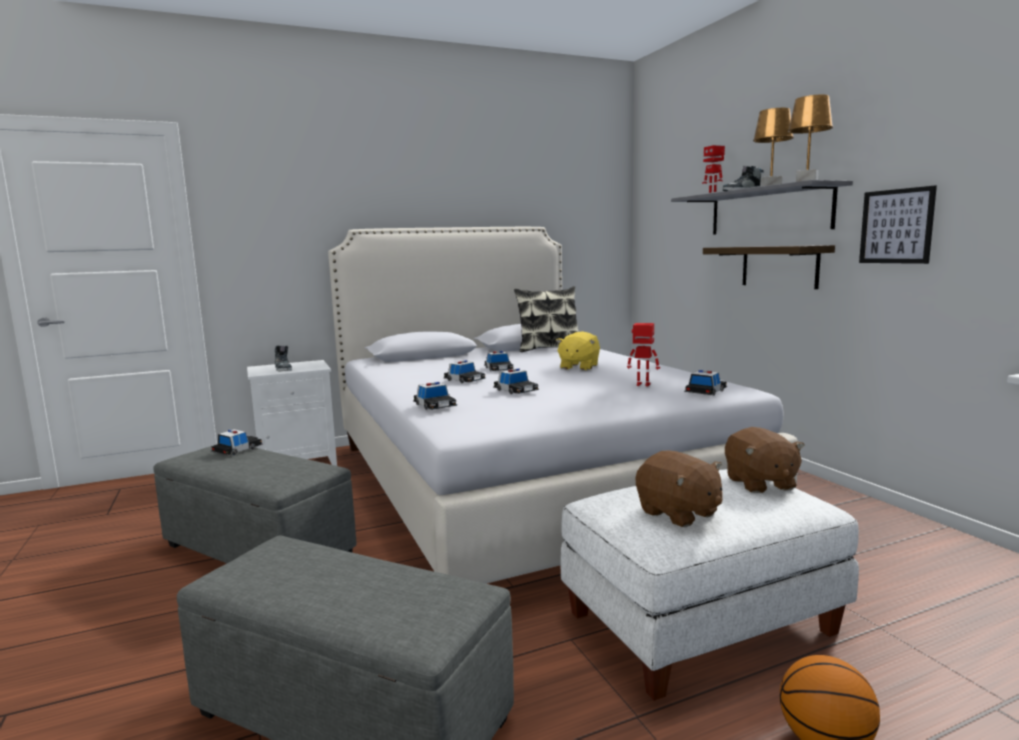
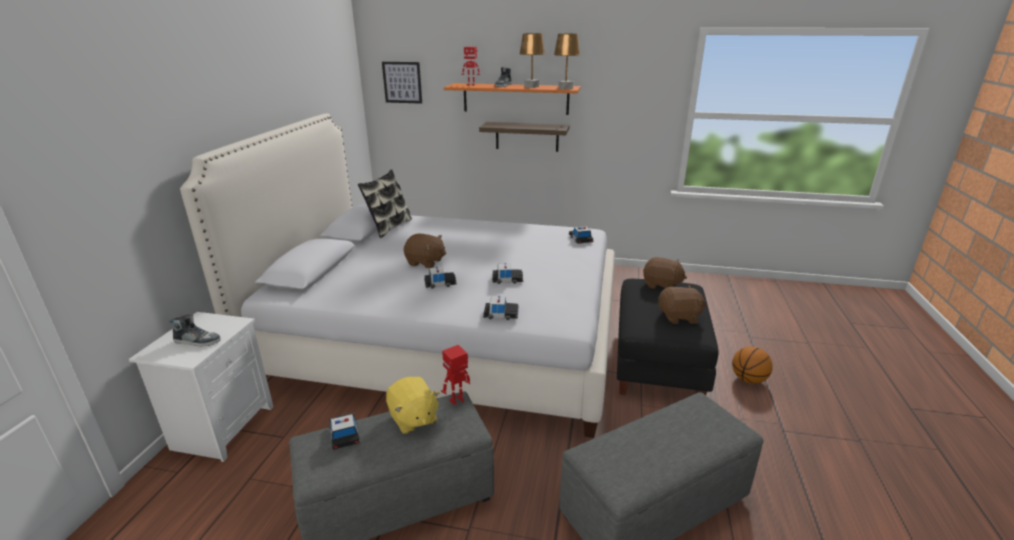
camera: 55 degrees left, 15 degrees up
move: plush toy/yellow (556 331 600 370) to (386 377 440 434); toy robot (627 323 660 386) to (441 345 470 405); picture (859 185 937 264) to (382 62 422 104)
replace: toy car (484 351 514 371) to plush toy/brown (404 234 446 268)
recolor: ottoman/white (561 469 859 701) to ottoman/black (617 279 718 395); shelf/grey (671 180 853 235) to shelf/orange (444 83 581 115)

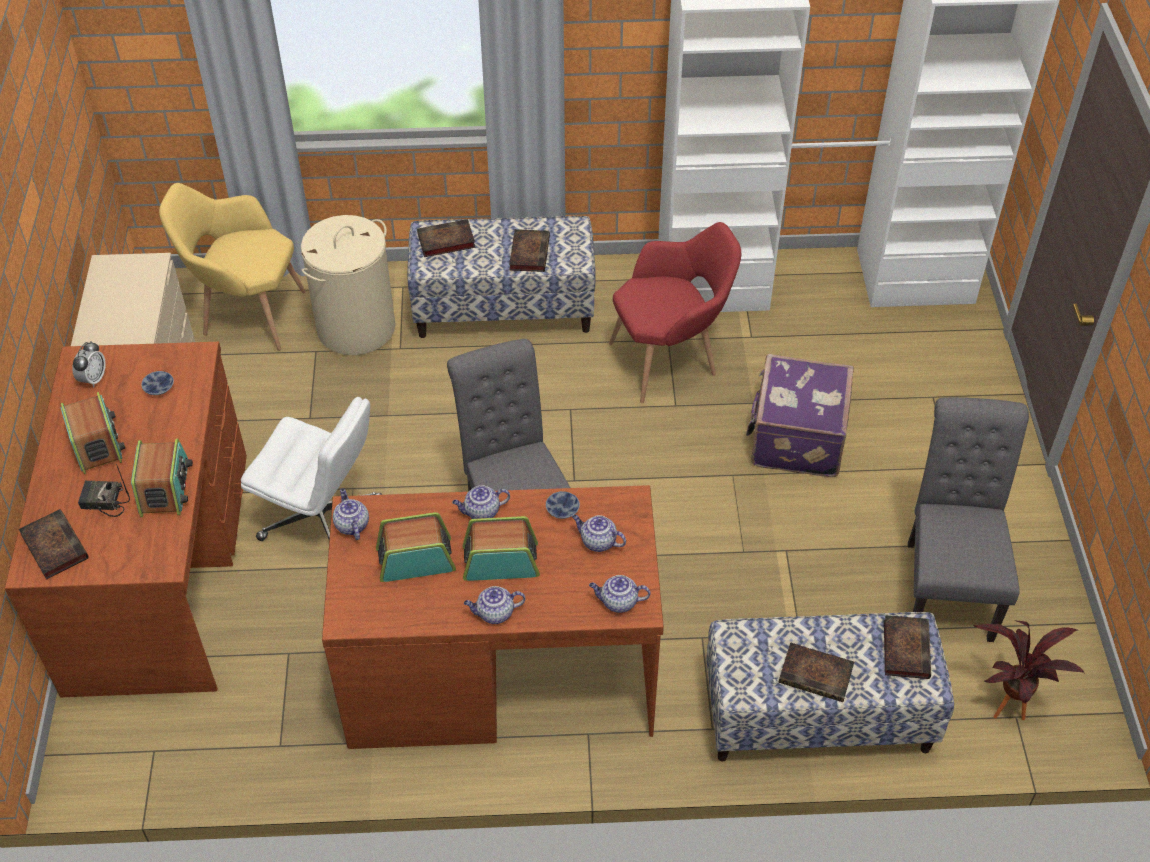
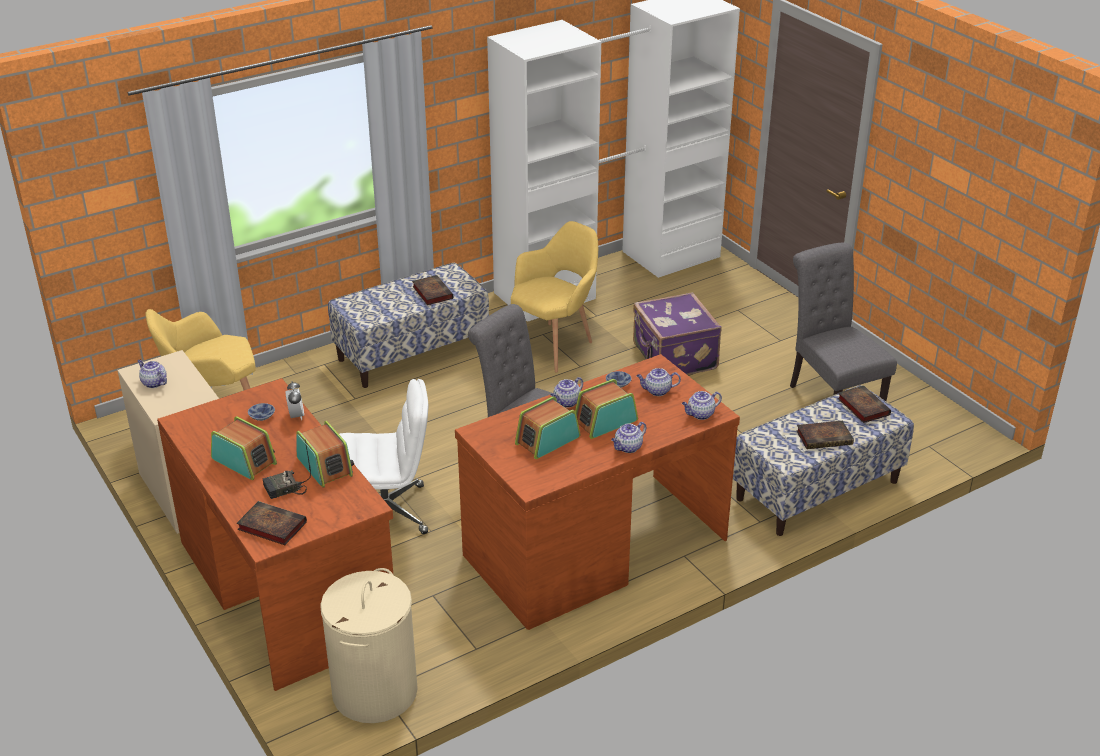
camera: 30 degrees left, 15 degrees down
delete: book (417 219 476 257); potted plant (973 620 1084 720)
move: alarm clock (72 341 106 388) to (285 381 304 420); laundry basket/beige (301 215 396 355) to (320 568 418 723); teapot (333 488 369 540) to (137 359 167 388)
recolor: armchair/red (609 222 741 403) to armchair/yellow (511 221 598 373)

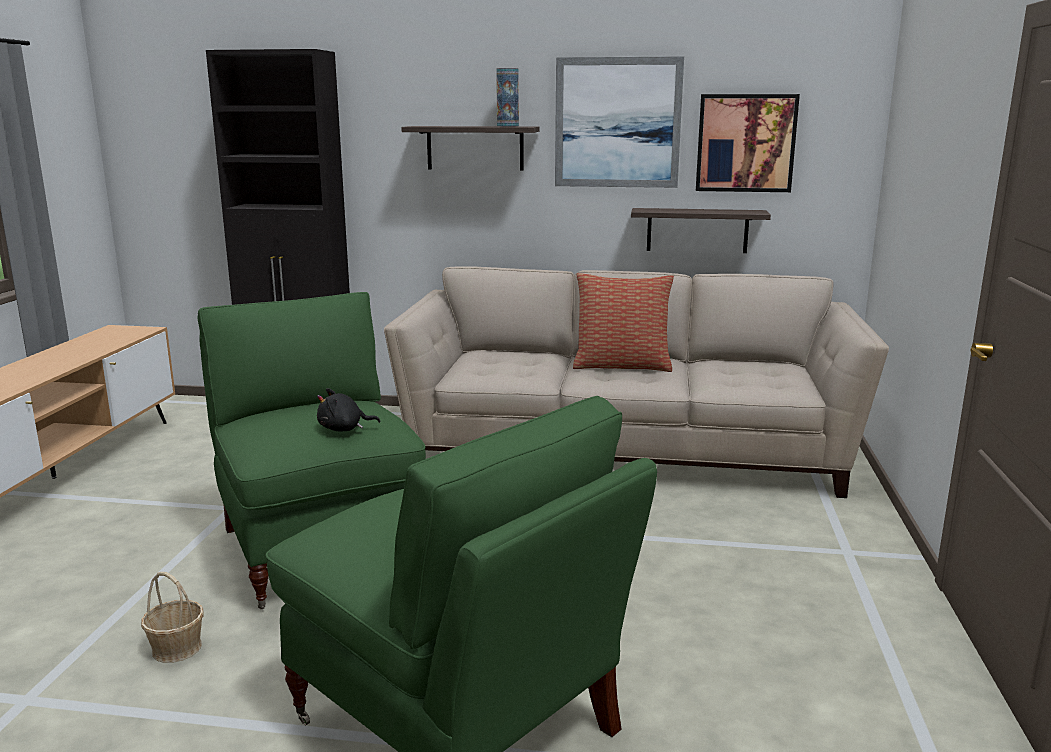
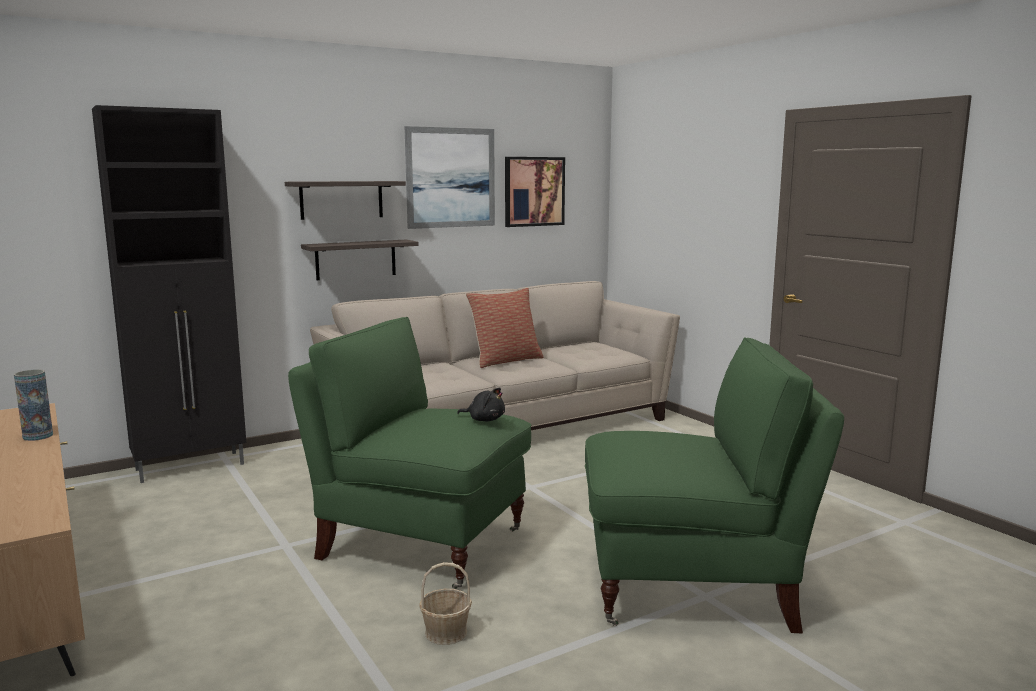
camera: 40 degrees left, 5 degrees down
move: vase (496 68 519 127) to (14 370 53 441); shelf (631 208 771 253) to (301 240 419 280)
rotate: plush toy/black (317 388 380 432) = (457 388 505 421) 105 degrees counterclockwise

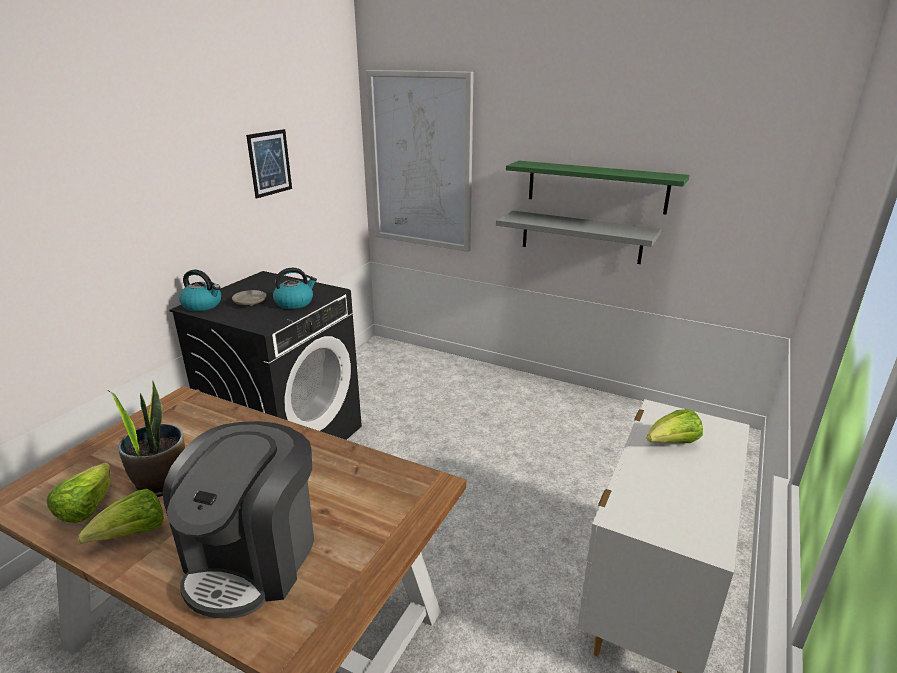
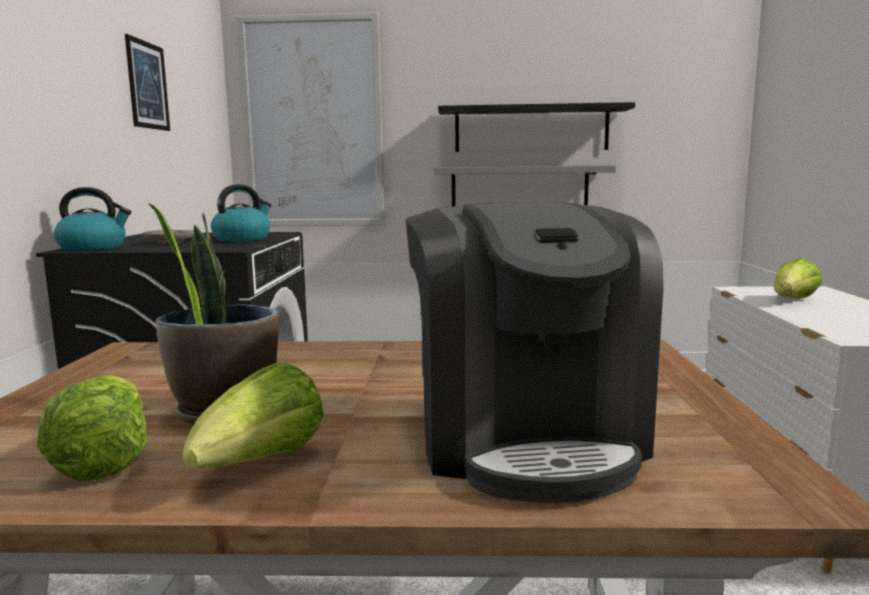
camera: 25 degrees left, 15 degrees down
recolor: shelf/green (506 161 690 214) to shelf/black (438 102 635 152)

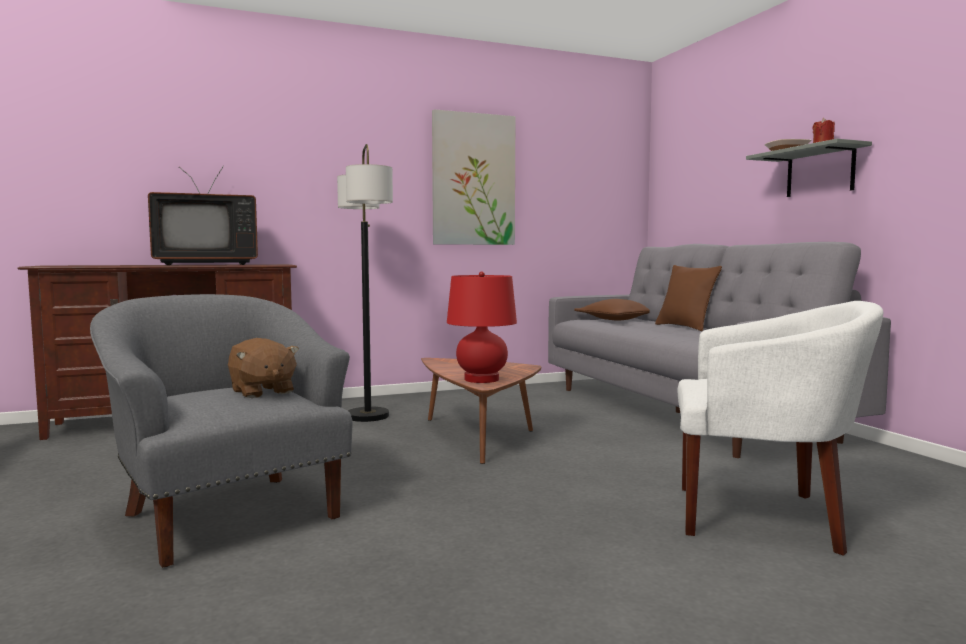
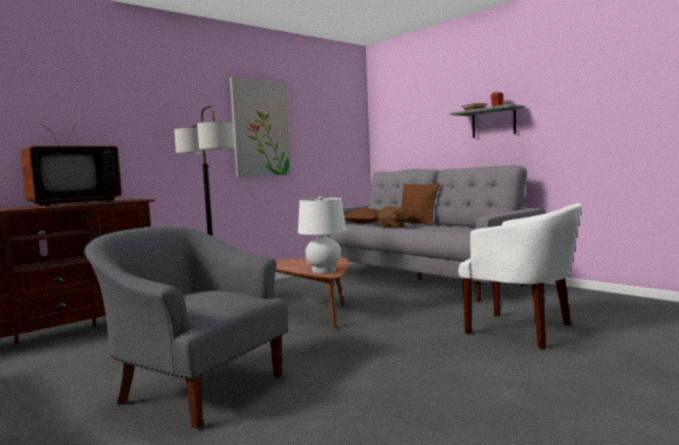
camera: 20 degrees left, 0 degrees up
move: plush toy/brown (228 338 299 398) to (377 206 408 228)
recolor: table lamp/red (447 271 517 383) to table lamp/white (298 196 346 273)
rotate: armchair/white (677 301 883 556) = (458 203 582 349) 45 degrees clockwise

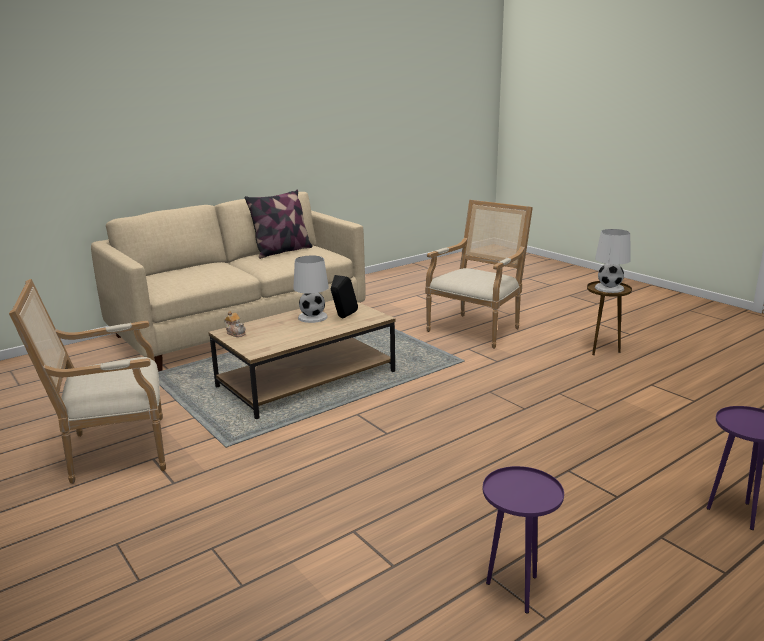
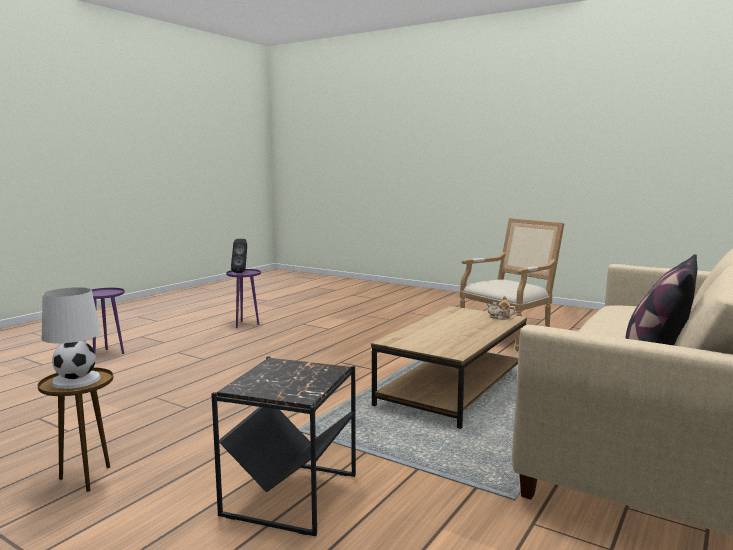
camera: 160 degrees right, 10 degrees down
delete: table lamp/white (293 256 329 323)
move: speaker/black (331 275 358 319) to (231 239 247 273)
replace: armchair (425 200 533 349) to side table/black (211 356 356 536)

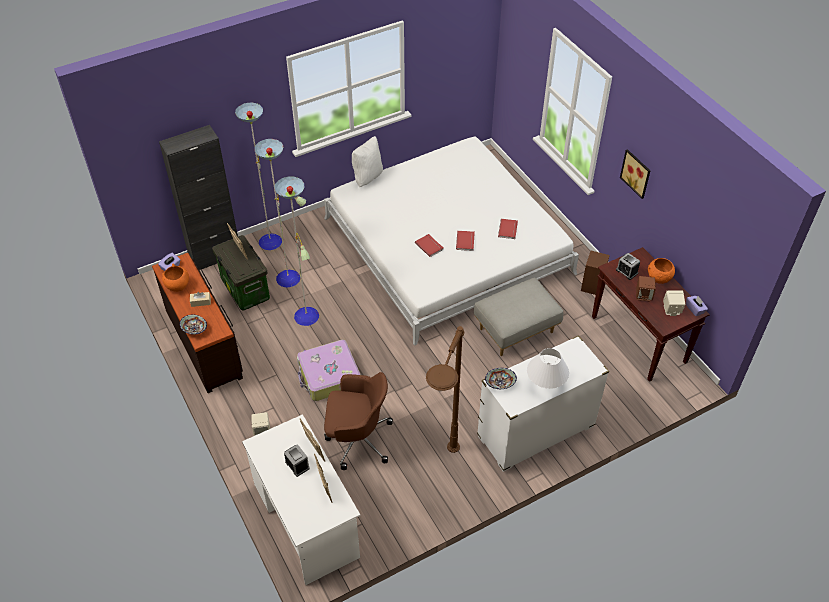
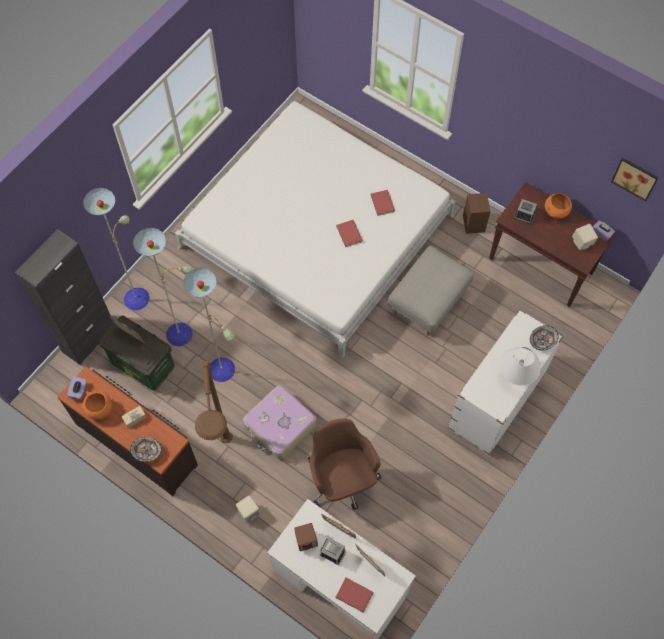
camera: 25 degrees left, 15 degrees up
delete: pillow/white (352 136 383 187)
move: book/red (415 234 444 257) to (335 578 374 613); floor lamp/brown (426 326 464 453) to (195 361 233 443); bowl (485 368 517 389) to (530 325 559 351); picture (620 149 650 199) to (611 158 658 201); speaker/brown (636 276 656 301) to (294 523 318 551)
rotate: office chair/brown (324 372 393 470) = (308 419 381 510) 90 degrees counterclockwise

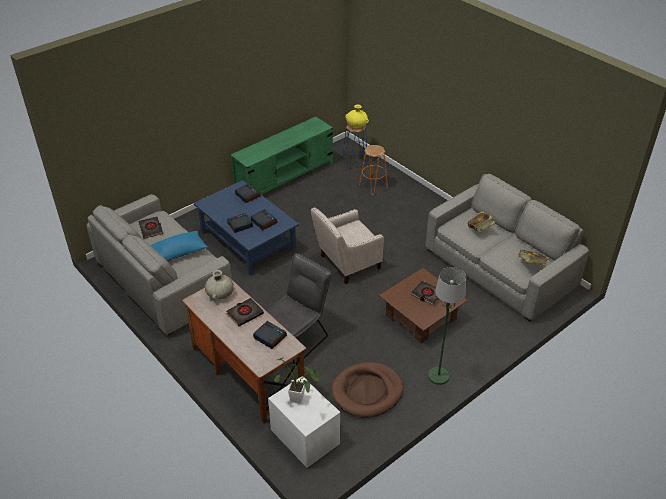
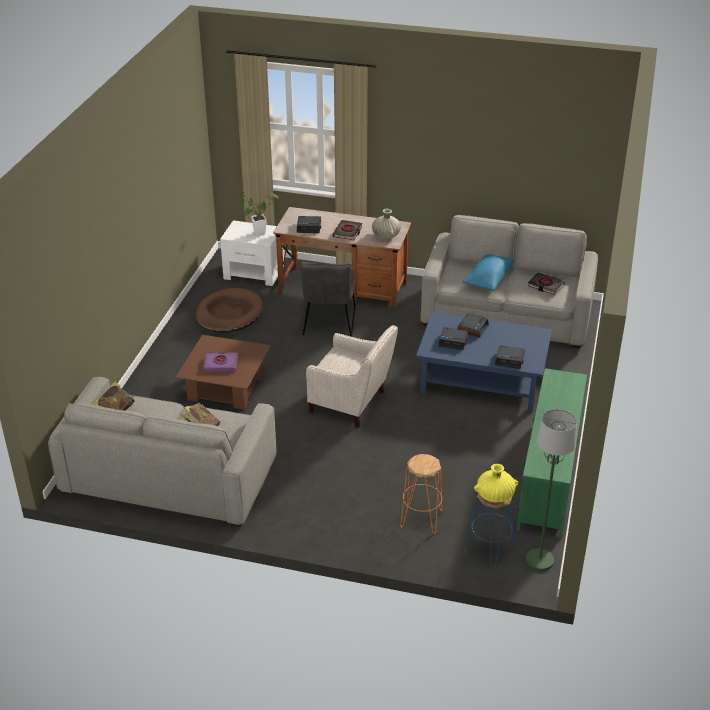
camera: 145 degrees right, 5 degrees down
move: floor lamp/green (428 267 466 385) to (526 409 577 571)
recolor: book/black (411 281 440 306) to book/purple (203 352 238 371)
rotate: armchair/beige (311 207 384 284) = (306 325 398 428) 90 degrees clockwise

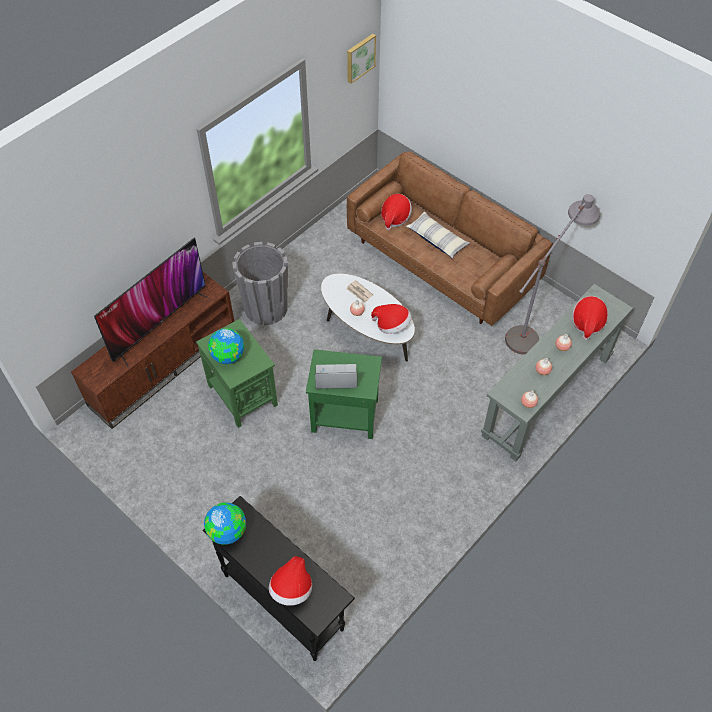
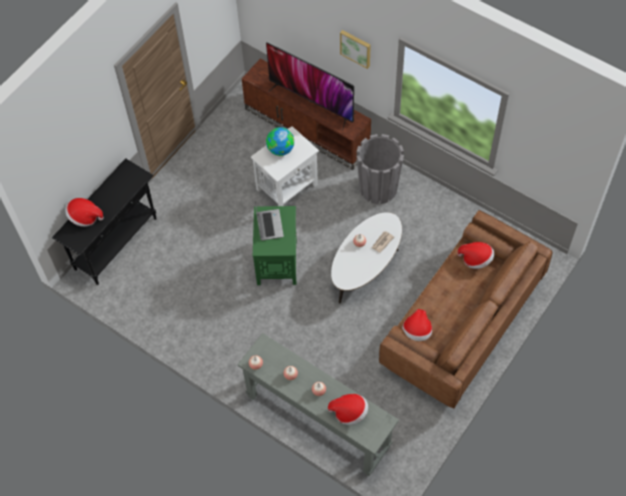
camera: 85 degrees right, 5 degrees up
delete: globe (204 502 246 544); pillow (406 211 470 258); floor lamp/grey (505 194 600 354)
move: picture (347 34 376 84) to (340 30 371 69); hat (371 304 412 334) to (402 309 432 341)
recolor: side table/green (196 319 278 428) to side table/white (251 126 319 206)

